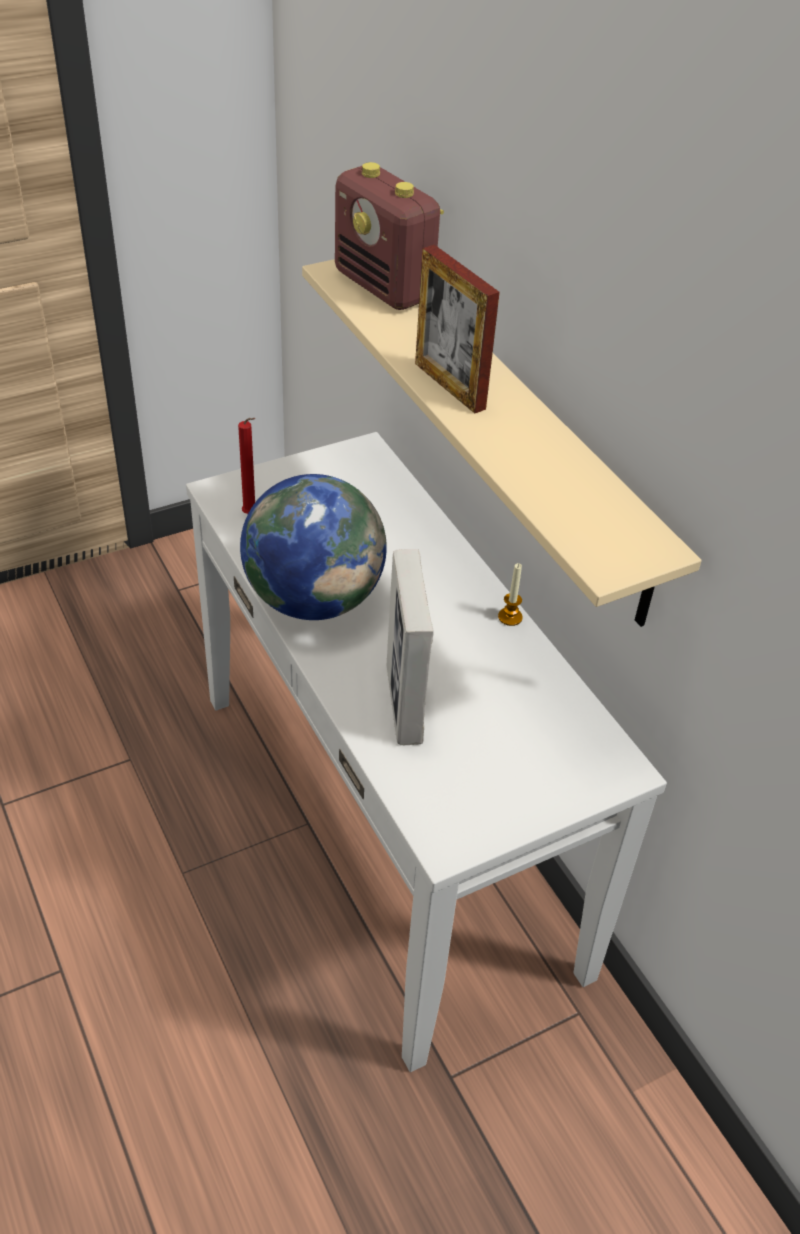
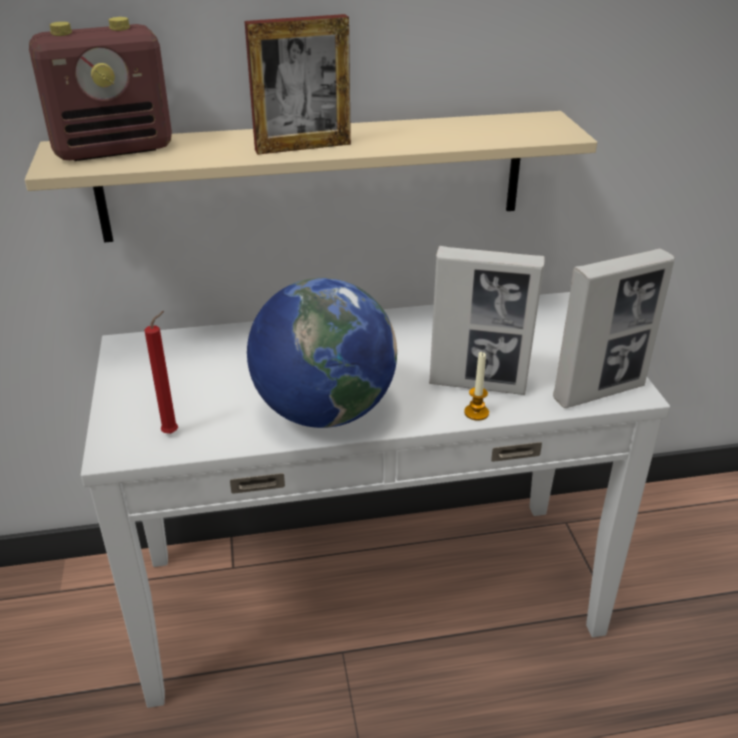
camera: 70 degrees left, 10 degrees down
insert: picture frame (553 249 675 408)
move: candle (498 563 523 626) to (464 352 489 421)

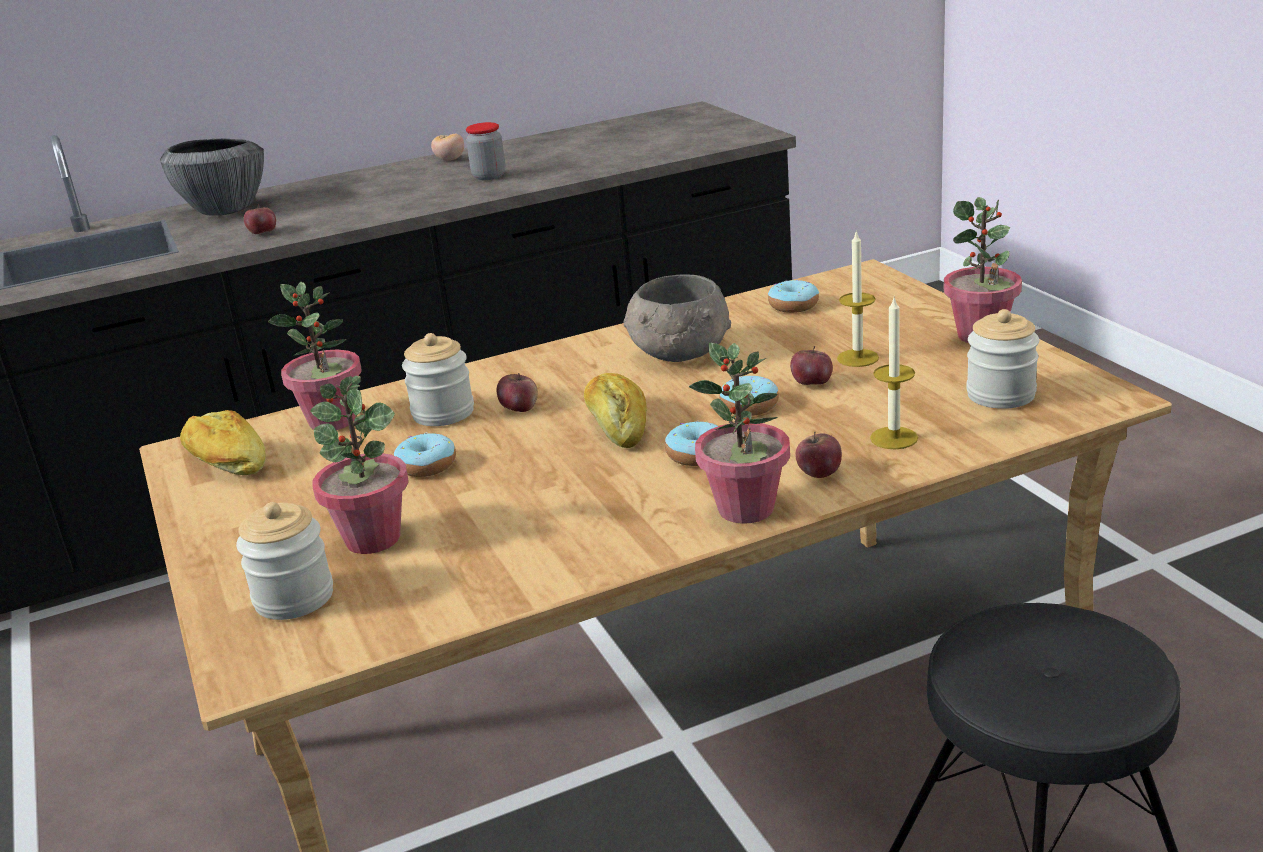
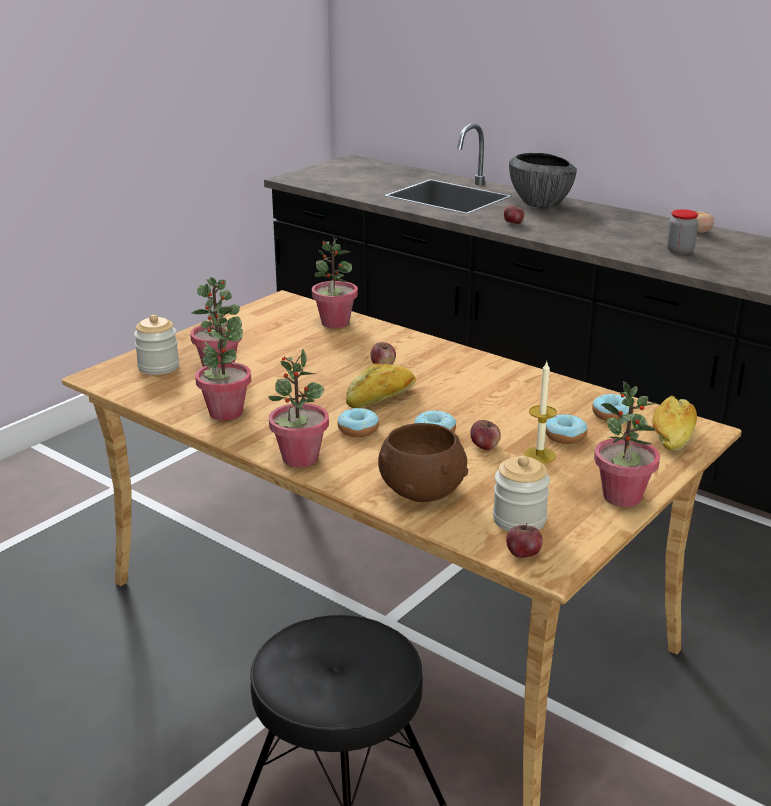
camera: 60 degrees right, 0 degrees up
delete: jar (402 333 474 426); bowl/grey (624 274 731 362)
insert: potted plant (195 313 251 421)
move: bread (180 410 266 475) to (652 396 697 451); donut (394 432 456 477) to (546 414 587 444); apple (795 432 842 478) to (506 523 543 558)
replace: candle (870 298 918 449) to bowl/brown (378 423 468 502)

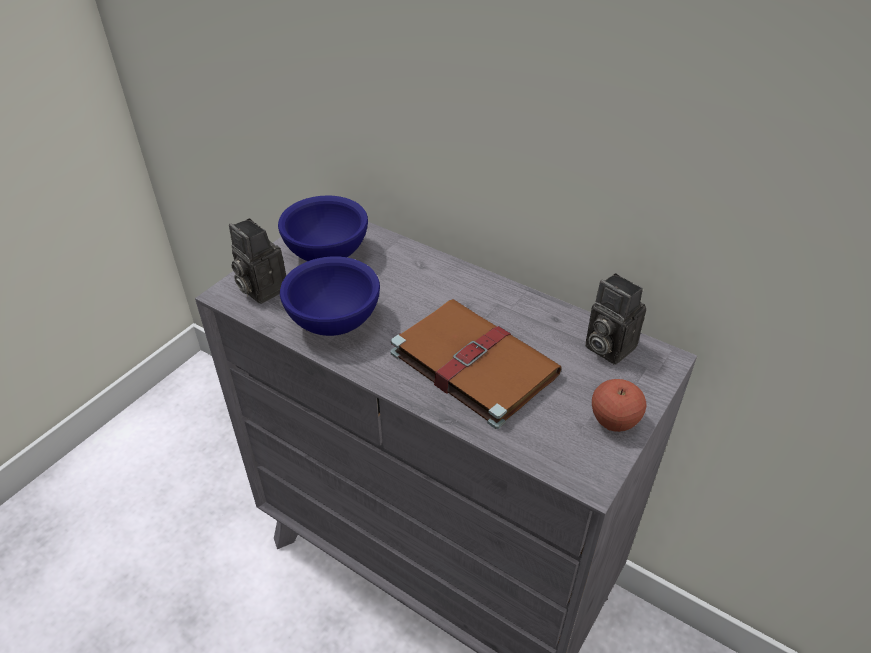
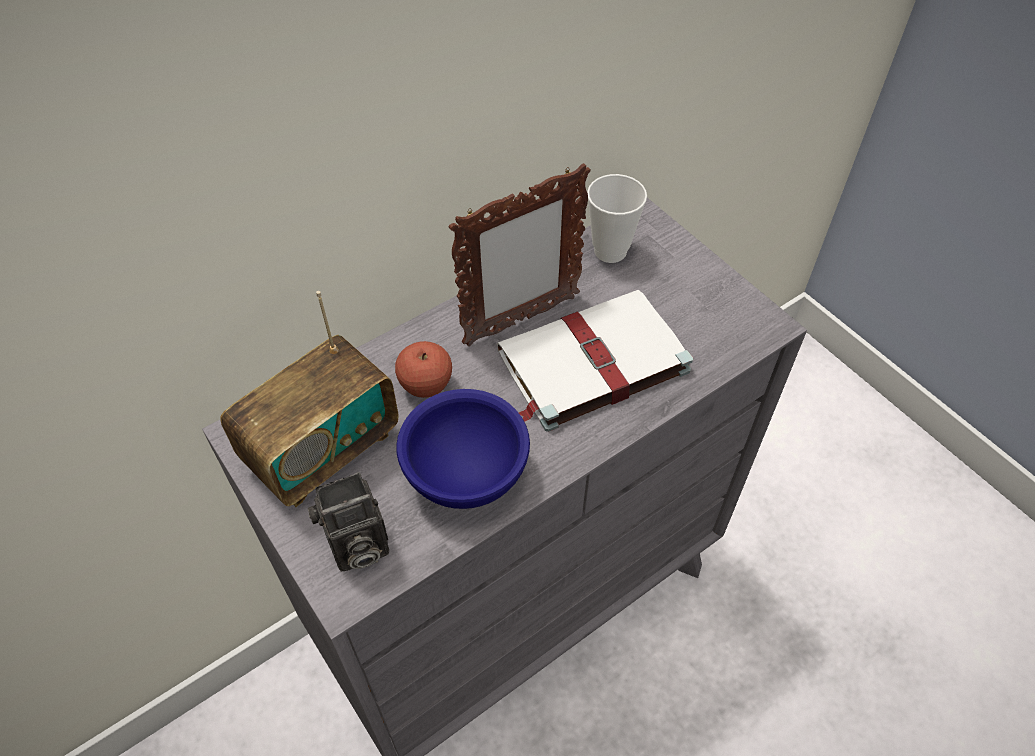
camera: 70 degrees left, 10 degrees up
insert: picture frame (449 163 591 346)
move: apple (592 379 646 432) to (395 341 452 398)
replace: bowl/blue (278 196 368 261) to radio (220 291 398 507); photo camera (585 273 646 365) to cup (587 174 647 263)
recolor: book/brown (391 299 562 429) to book/white (497 290 693 432)

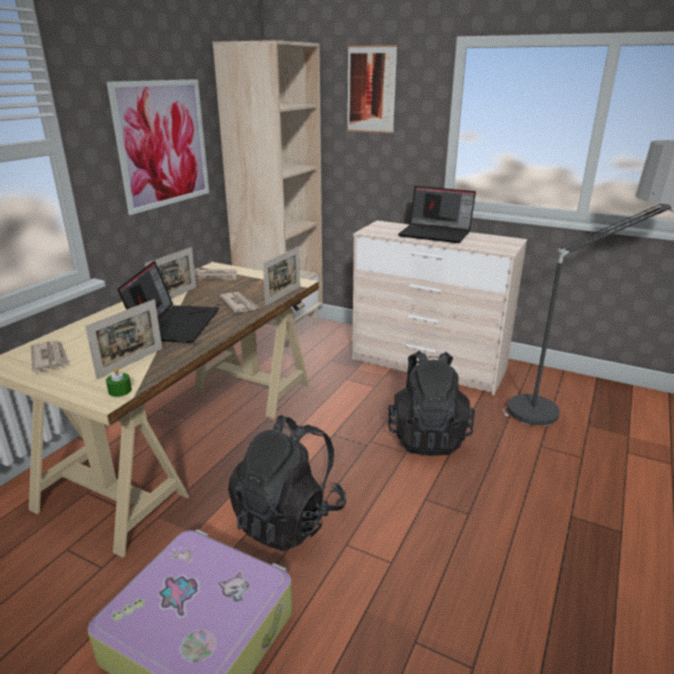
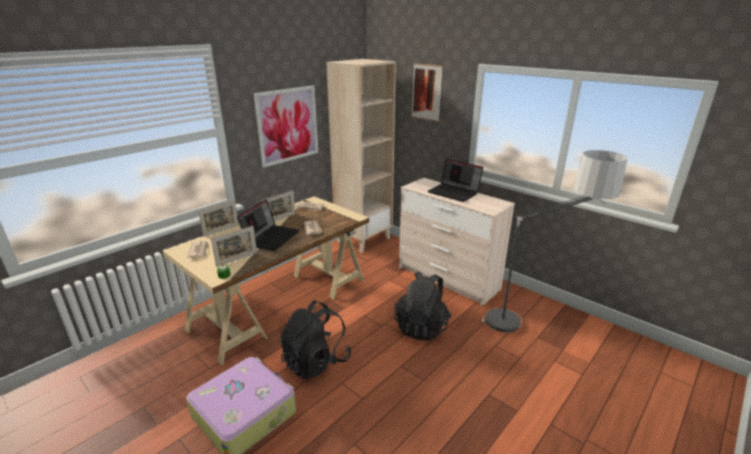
camera: 15 degrees right, 0 degrees up
move: picture frame (263 246 300 306) to (198 200 239 237)

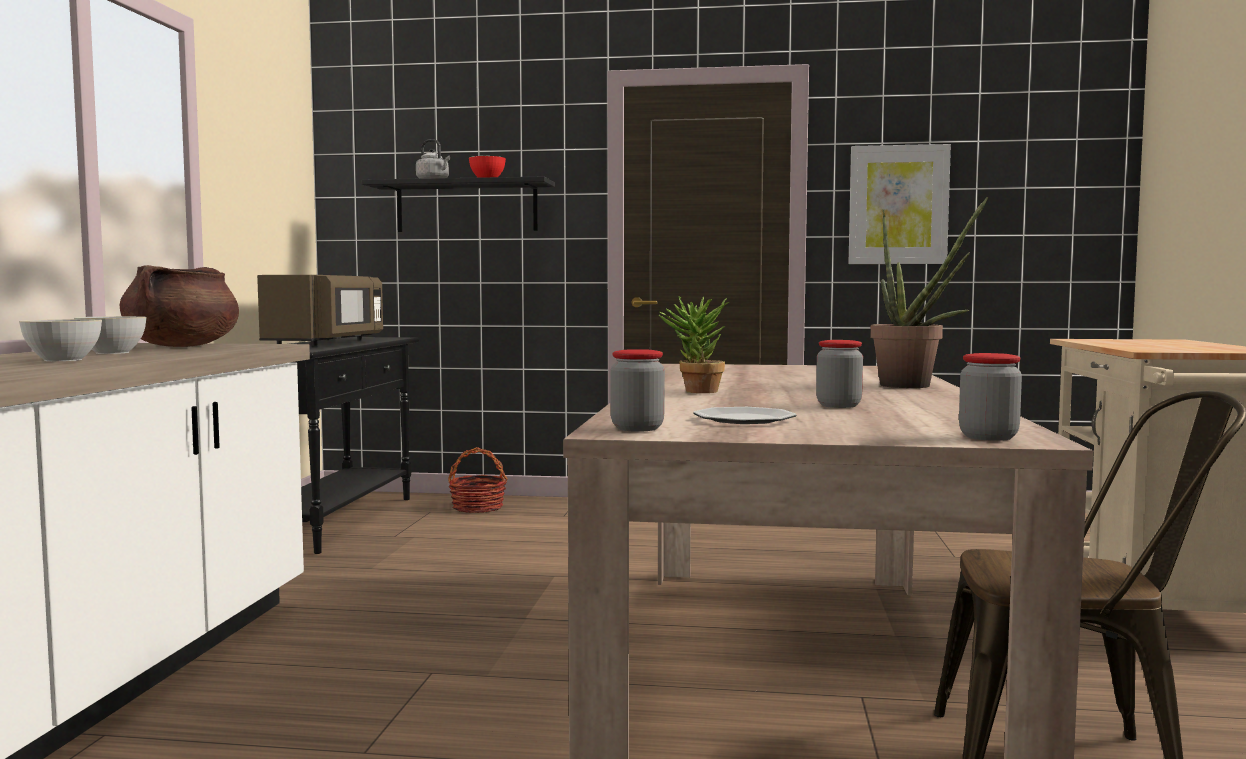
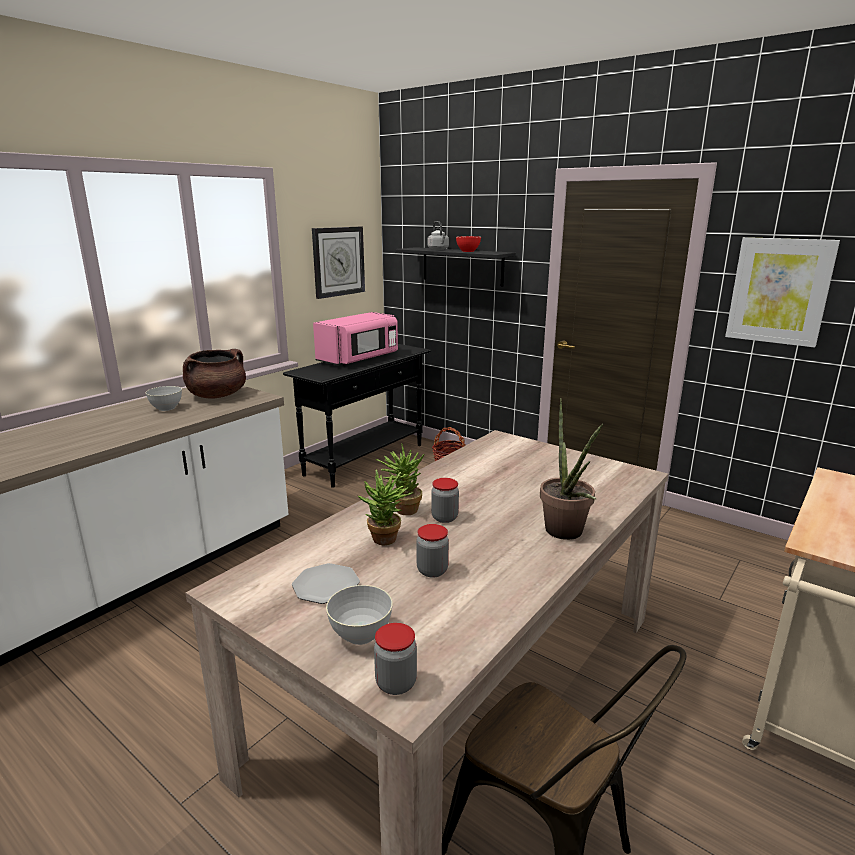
camera: 30 degrees right, 15 degrees up
insert: wall clock (312 227 365 299); potted plant (358 470 414 545)
move: bowl/grey (19 319 102 361) to (326 585 393 645); jar (611 349 665 432) to (431 478 459 523)
recolor: microwave/brown (257 275 383 346) to microwave/pink (313 312 398 366)

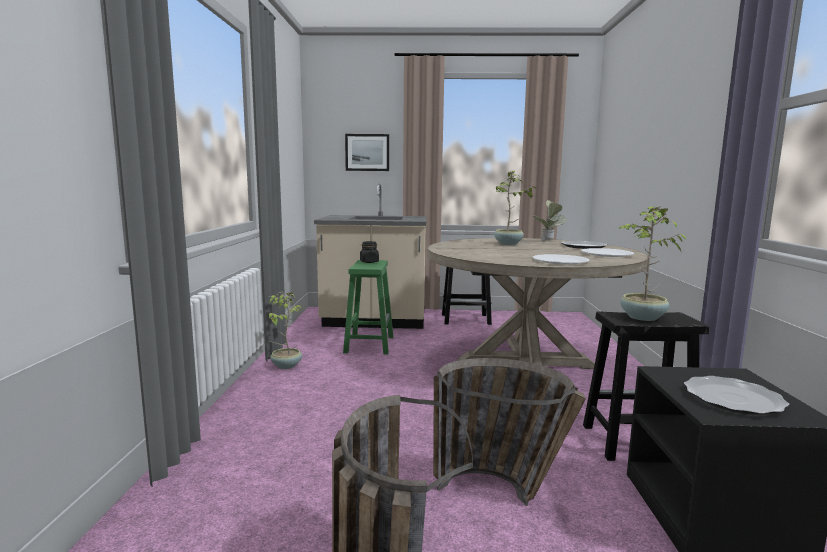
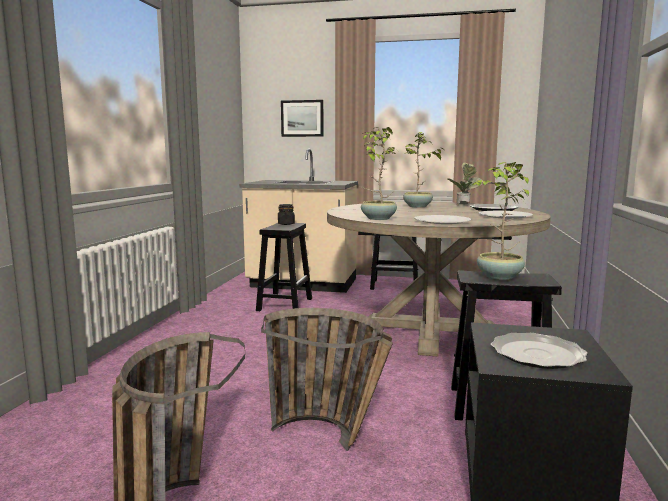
camera: 10 degrees right, 0 degrees up
move: potted plant (268 292 302 369) to (360 127 397 220)
recolor: stool/green (343 260 393 354) to stool/black (256 223 312 311)

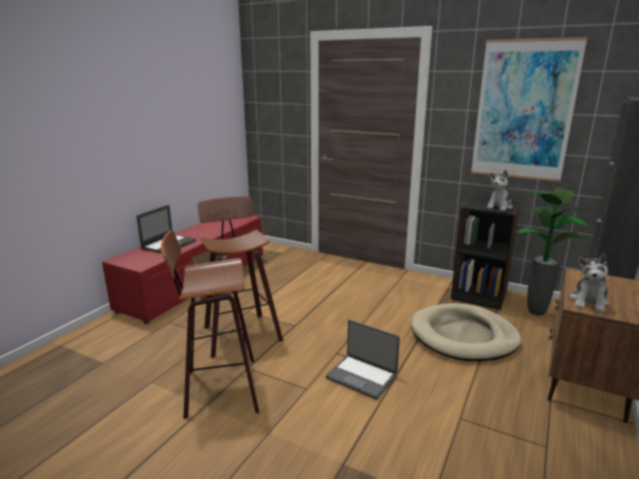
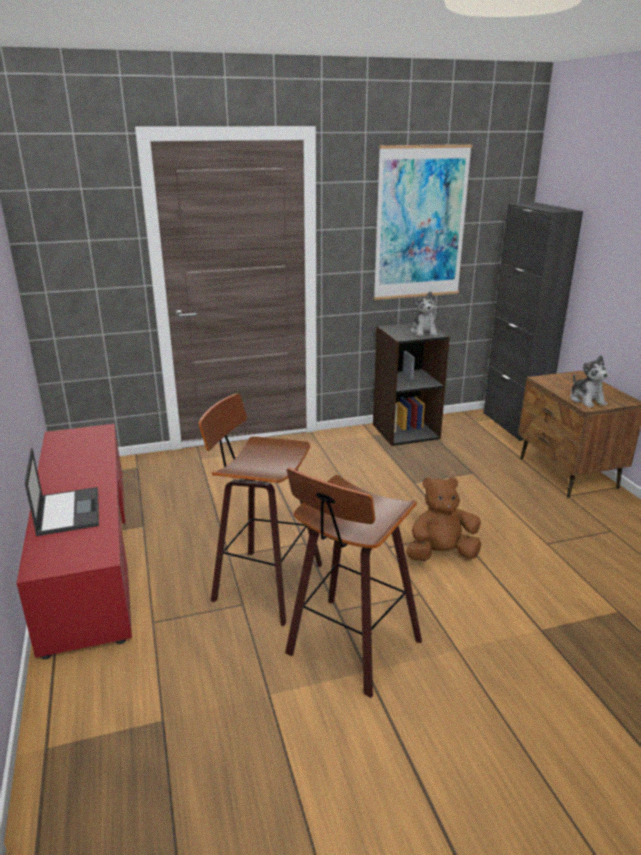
camera: 45 degrees left, 5 degrees up
delete: dog bed/beige (411 303 521 361); potted plant (518 188 588 316)
replace: laptop (326 320 400 400) to plush toy/brown (406 477 481 561)

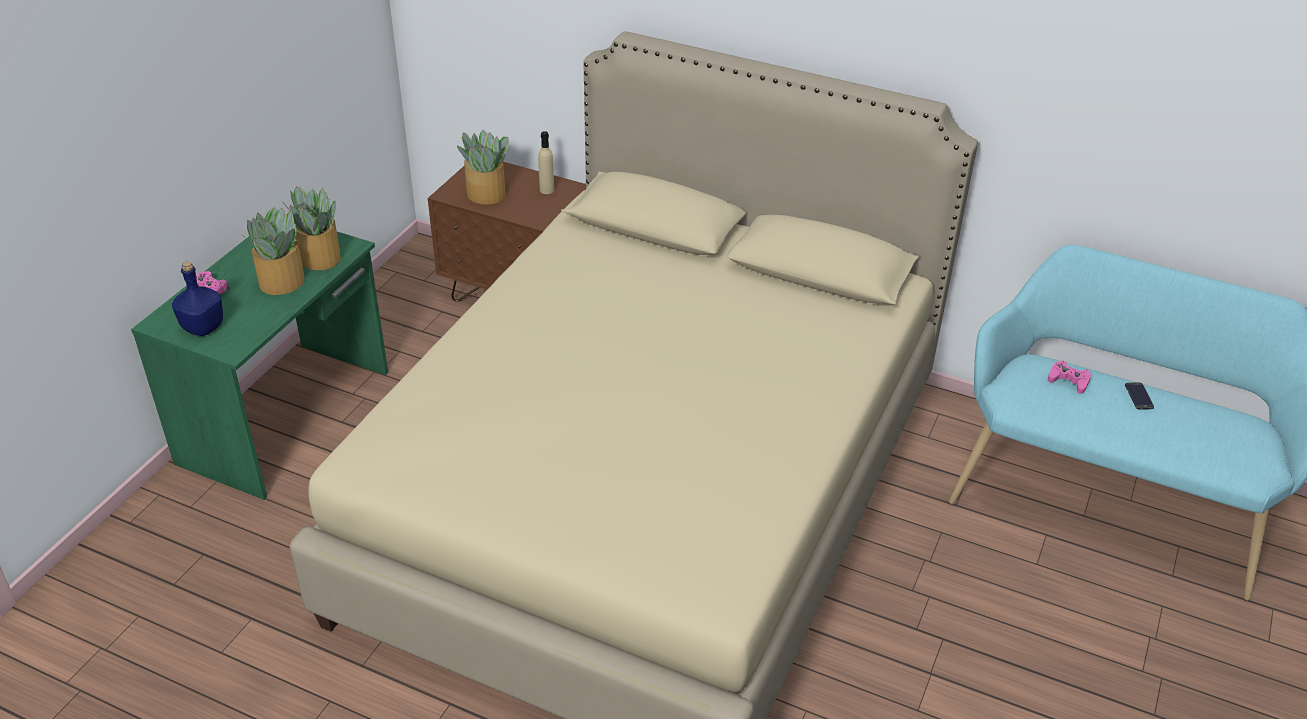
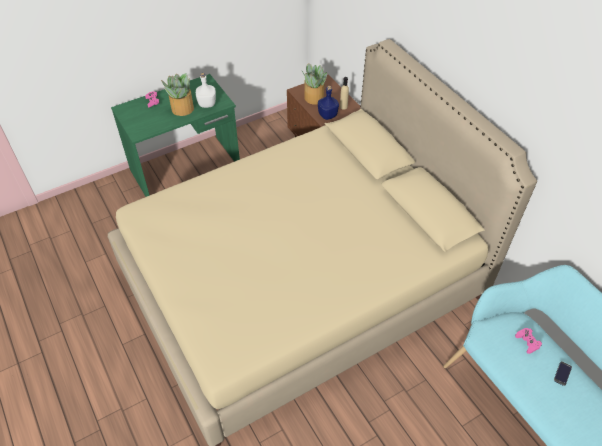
camera: 35 degrees right, 10 degrees up
move: bottle/blue (172 262 223 336) to (318 86 339 120)
replace: potted plant (281 186 341 270) to bottle/white (196 73 216 108)

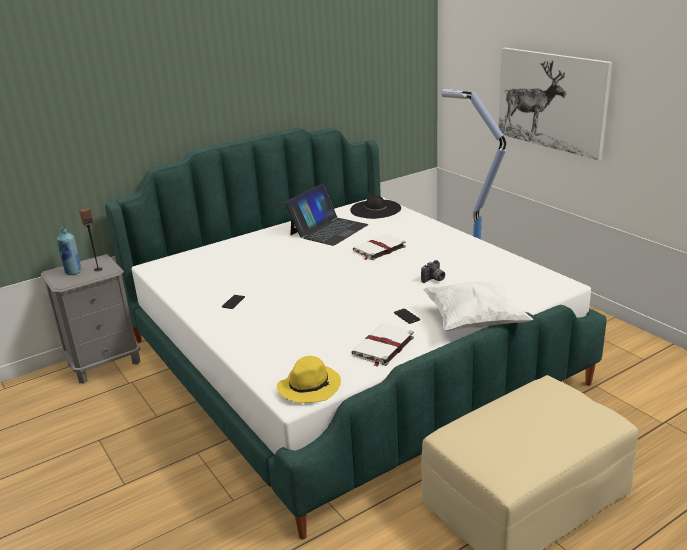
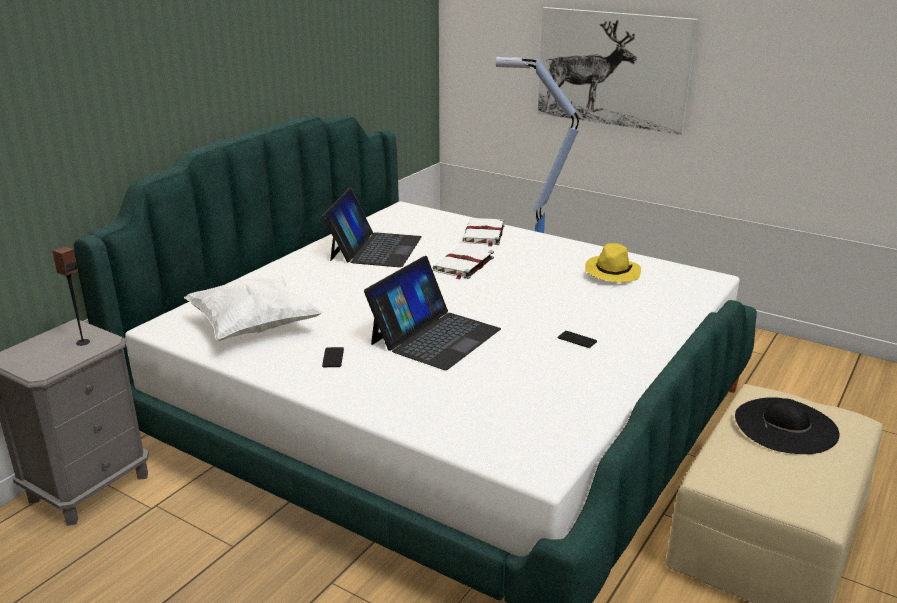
camera: 25 degrees left, 0 degrees up
delete: bottle/blue (57 227 82 275); photo camera (421 260 445 283)
insert: laptop (364 256 501 370)
move: hat/yellow (277 356 341 403) to (585 243 641 283); hat/black (350 195 401 219) to (735 397 840 454); book/white (351 324 414 367) to (462 218 505 247); pillow/white (423 280 533 331) to (184 274 323 341)

